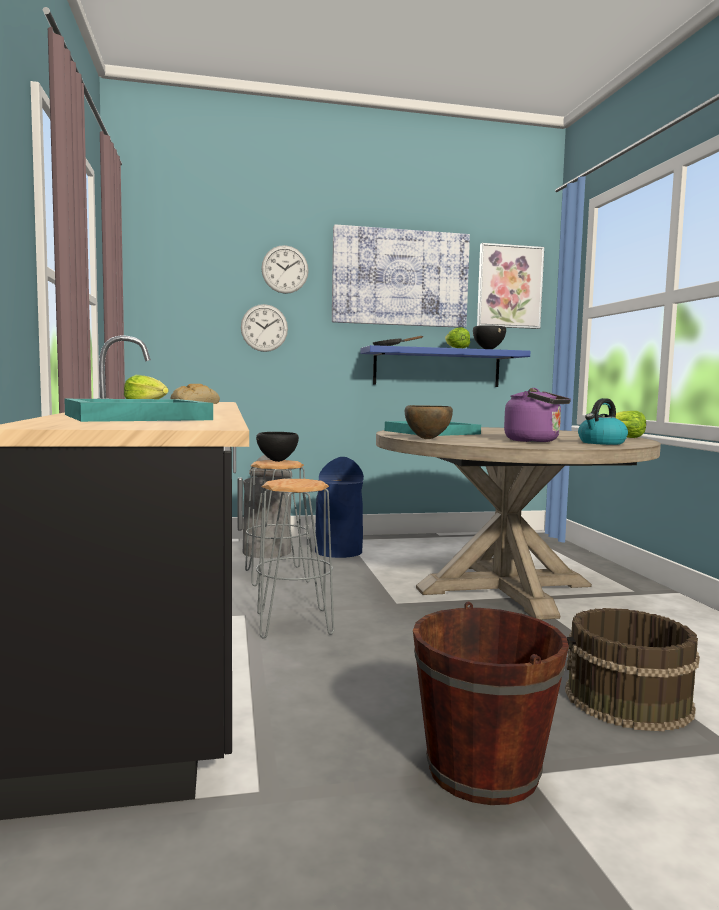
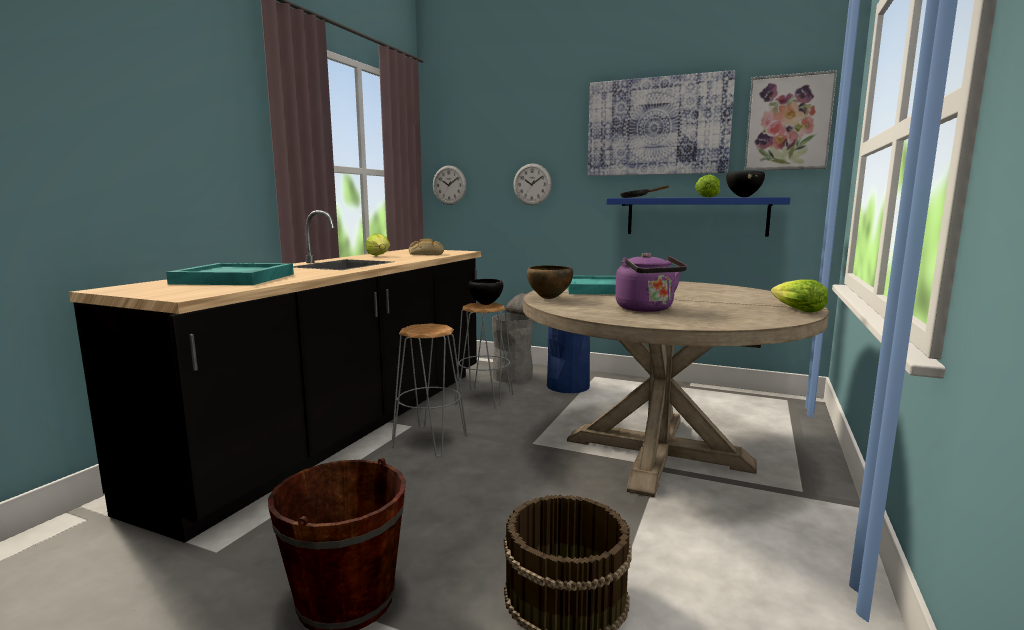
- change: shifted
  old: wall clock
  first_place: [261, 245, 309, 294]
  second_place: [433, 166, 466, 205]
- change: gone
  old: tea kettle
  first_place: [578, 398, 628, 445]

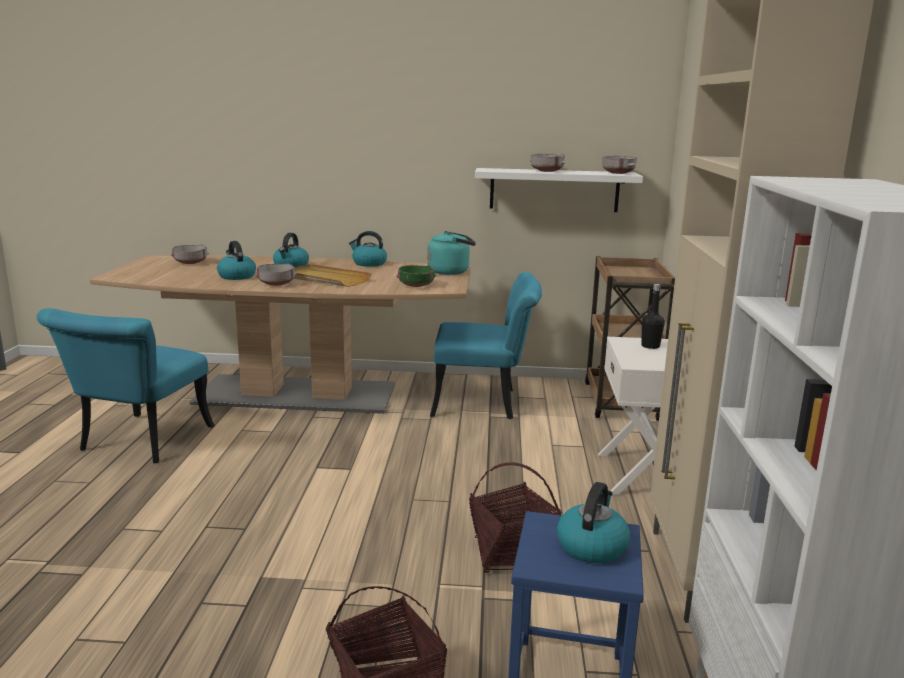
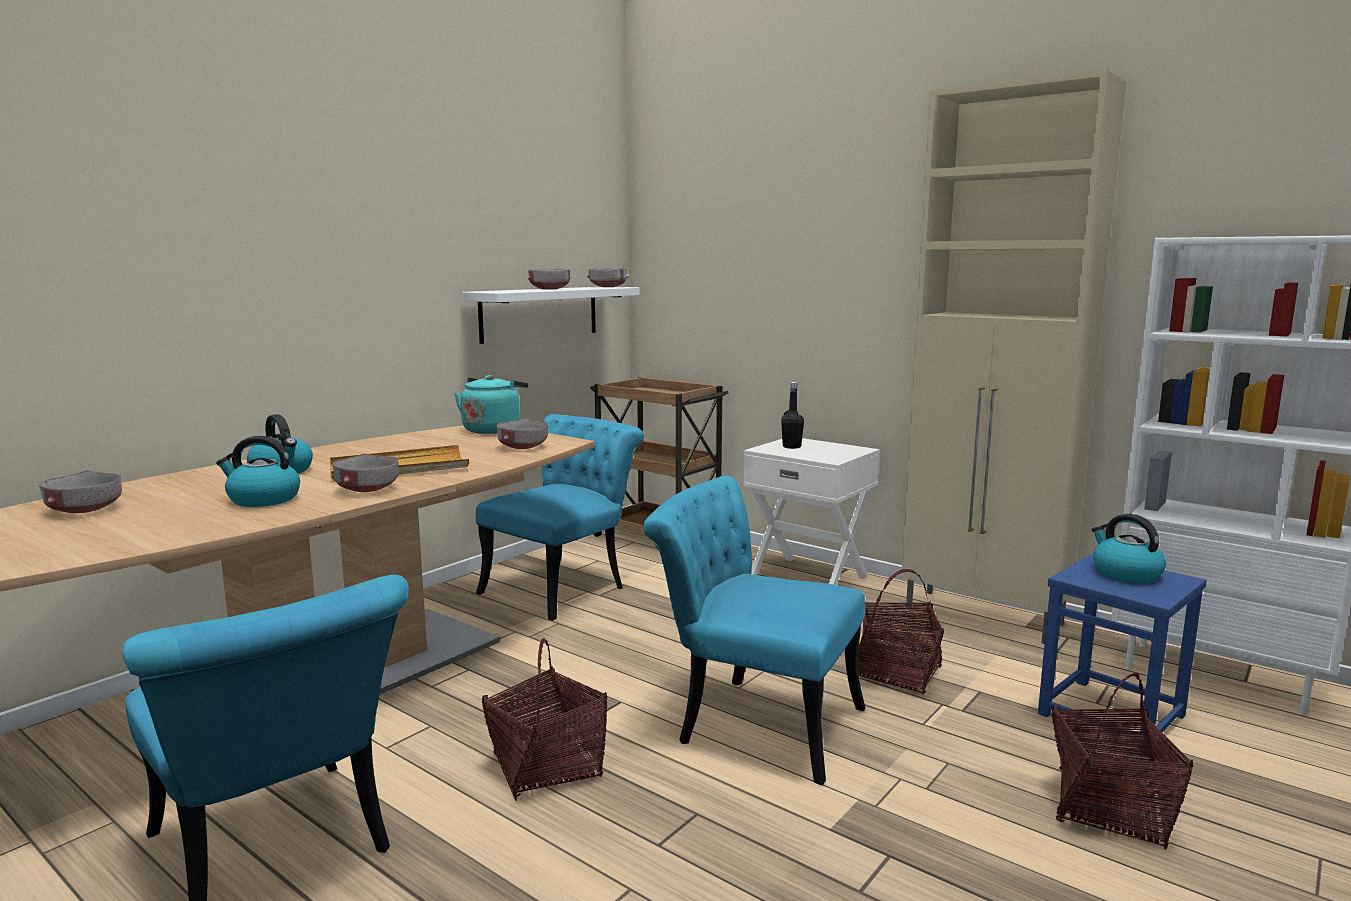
- change: gone
  old: tea kettle
  first_place: [349, 231, 387, 267]
- change: repainted
  old: green-coloured deep dish
  new: greyish deep dish
  first_place: [397, 265, 437, 287]
  second_place: [496, 418, 548, 449]
- change: new
  new: household basket
  second_place: [482, 638, 607, 801]
- change: new
  new: turquoise-coloured chair
  second_place: [643, 476, 866, 785]

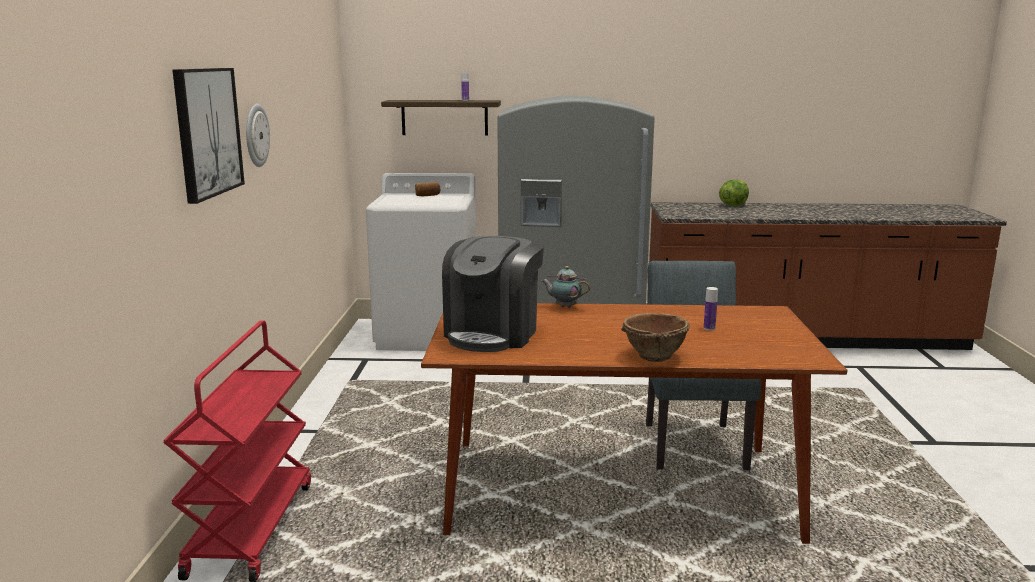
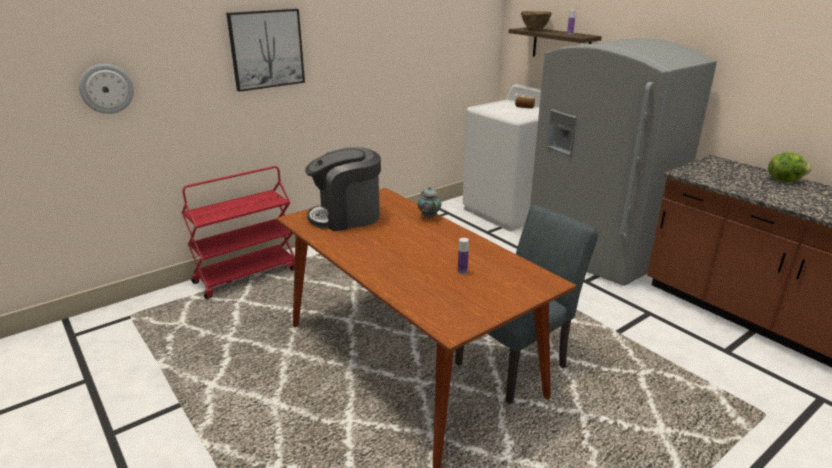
- change: shifted
  old: wall clock
  first_place: [246, 104, 270, 167]
  second_place: [79, 64, 134, 114]
- change: shifted
  old: brown-coloured deep dish
  first_place: [621, 313, 690, 362]
  second_place: [521, 11, 552, 30]

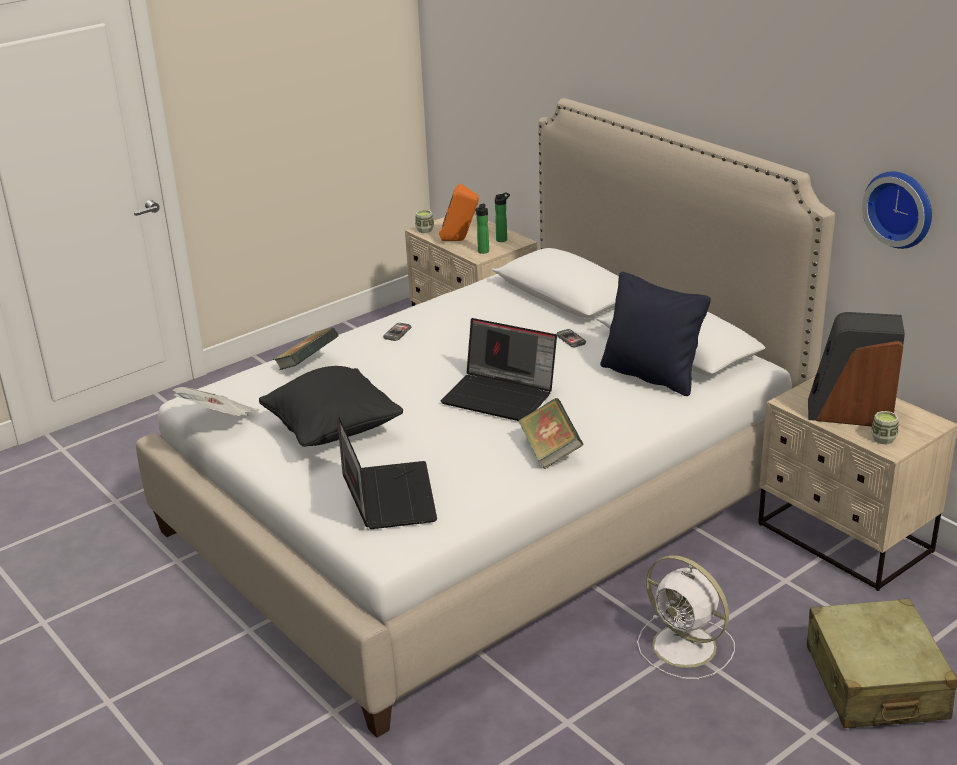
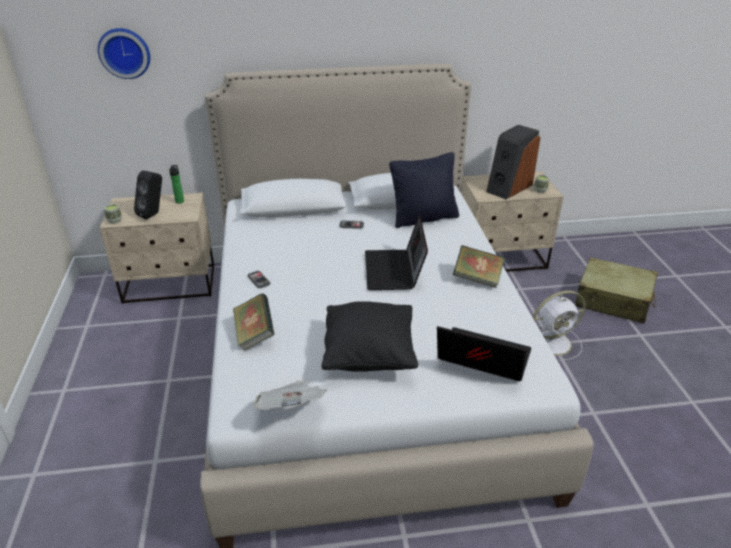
- change: repainted
  old: orange loudspeaker
  new: black-coloured loudspeaker
  first_place: [439, 184, 479, 241]
  second_place: [134, 170, 162, 220]
- change: rotated
  old: portable computer
  first_place: [440, 318, 557, 421]
  second_place: [365, 215, 428, 290]
  degrees: 120
- change: gone
  old: bottle
  first_place: [475, 203, 489, 254]
- change: shifted
  old: wall clock
  first_place: [862, 171, 932, 249]
  second_place: [98, 28, 150, 79]

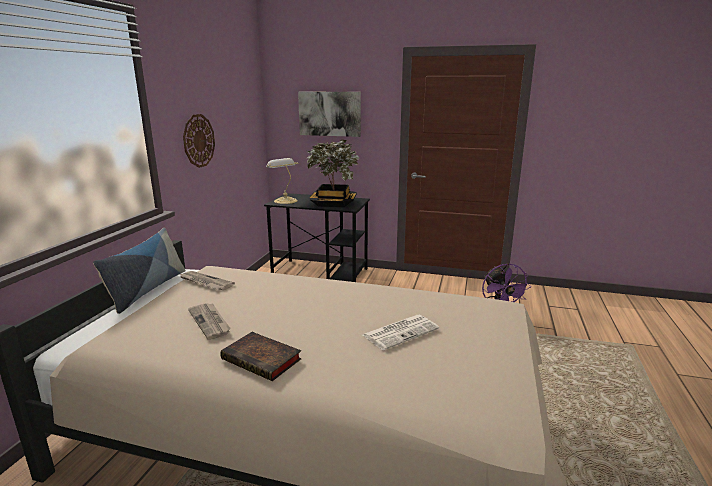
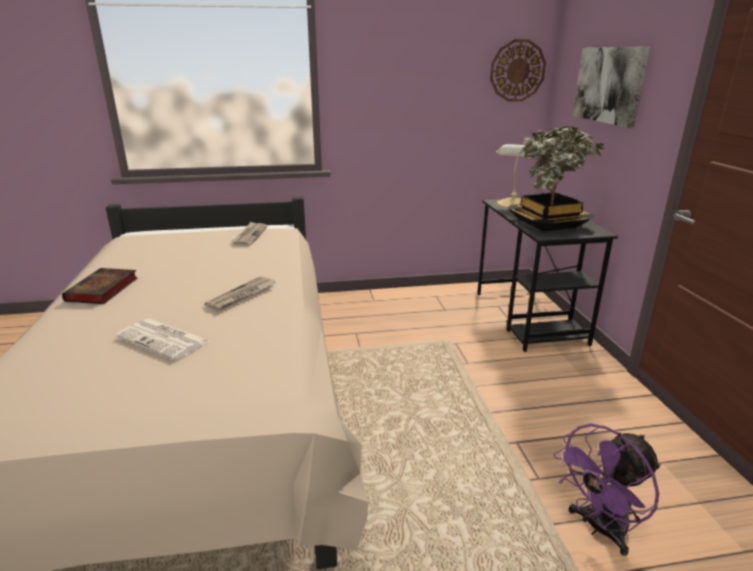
- change: gone
  old: cushion
  first_place: [93, 228, 185, 314]
- change: shifted
  old: wall clock
  first_place: [183, 114, 215, 168]
  second_place: [490, 39, 546, 102]
- change: shifted
  old: printed paper
  first_place: [188, 303, 231, 340]
  second_place: [205, 276, 275, 311]

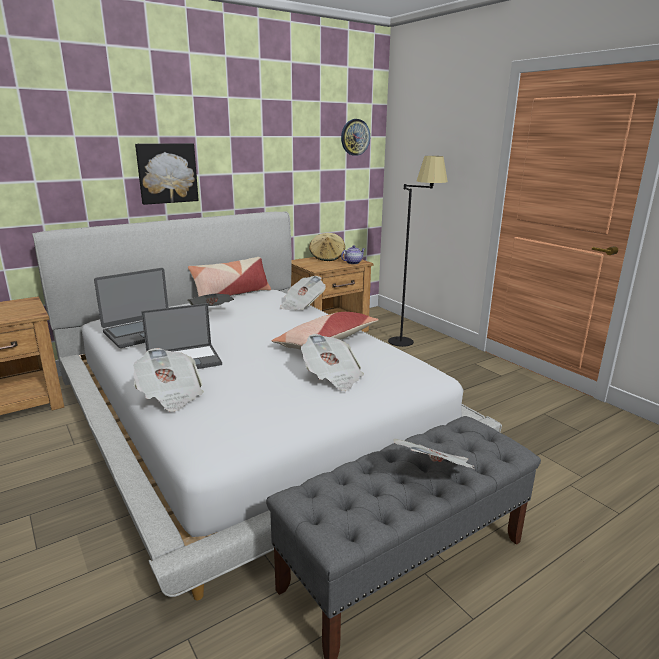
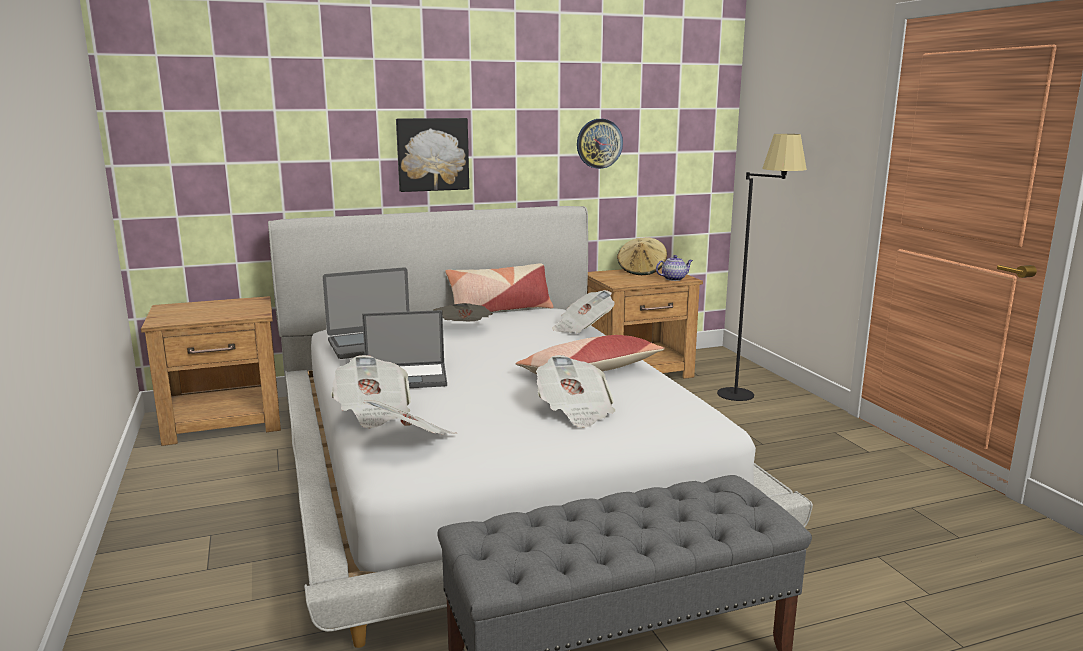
- change: shifted
  old: wall clock
  first_place: [341, 119, 370, 156]
  second_place: [577, 119, 623, 169]
- change: shifted
  old: printed paper
  first_place: [393, 439, 475, 469]
  second_place: [363, 400, 457, 435]

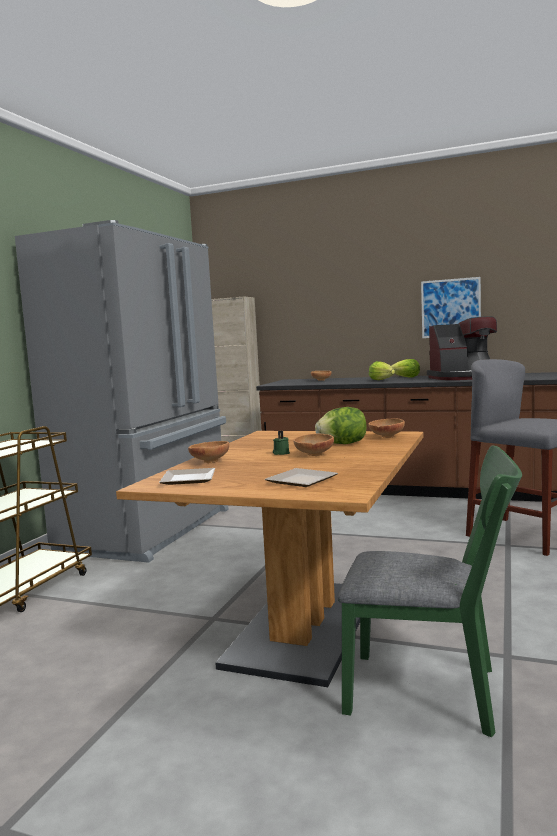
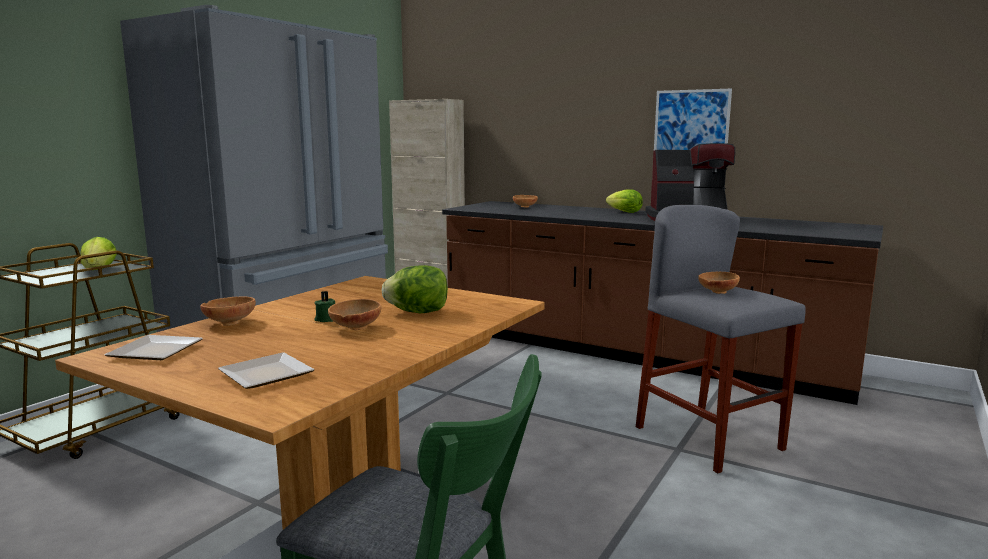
- change: shifted
  old: brown-coloured deep dish
  first_place: [368, 418, 405, 438]
  second_place: [698, 272, 740, 294]
- change: shifted
  old: lettuce
  first_place: [369, 361, 395, 380]
  second_place: [81, 237, 117, 270]

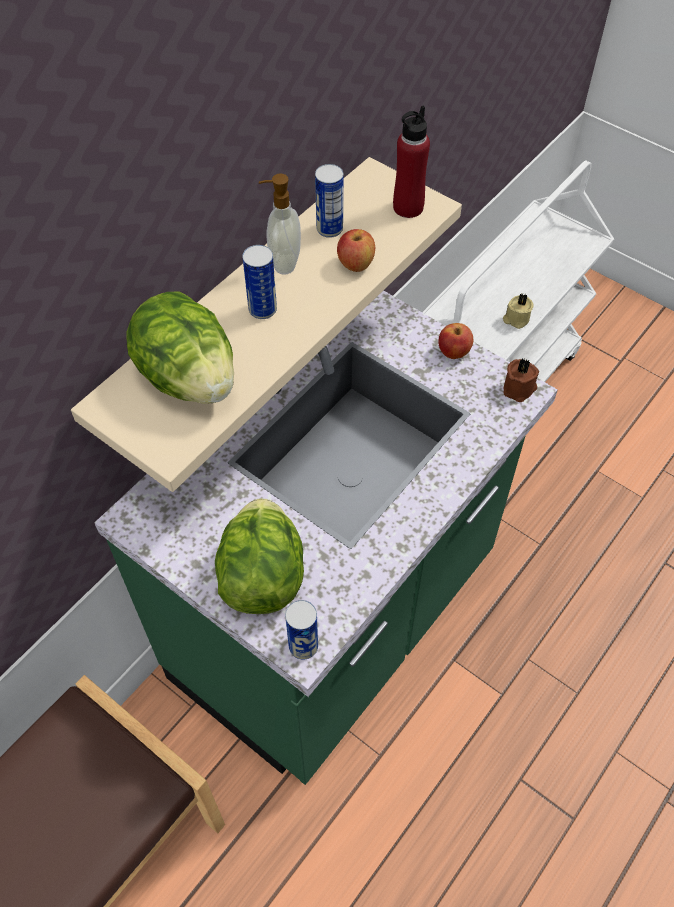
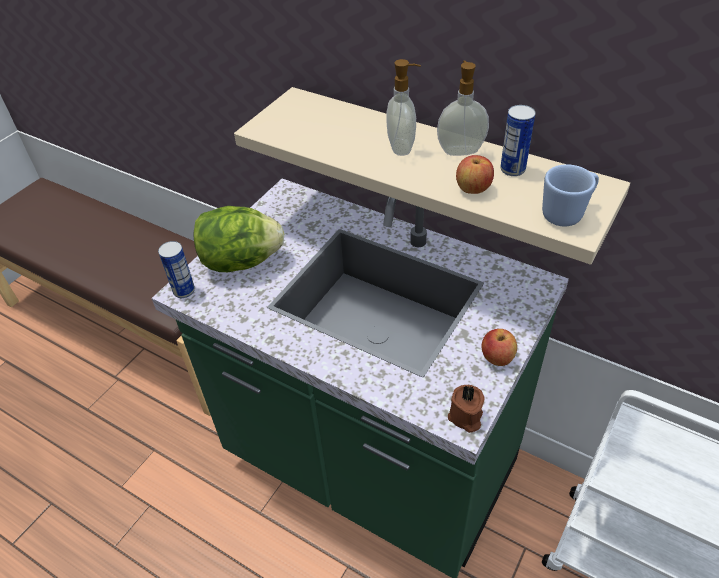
- change: gone
  old: lettuce
  first_place: [126, 292, 234, 404]
- change: swapped
  old: can
  new: liquid soap bottle
  first_place: [242, 245, 277, 319]
  second_place: [386, 59, 421, 156]
- change: swapped
  old: red bottle
  new: blue coffee mug
  first_place: [393, 106, 430, 218]
  second_place: [542, 164, 599, 226]
- change: gone
  old: sand-coloured wax candle
  first_place: [503, 294, 533, 329]

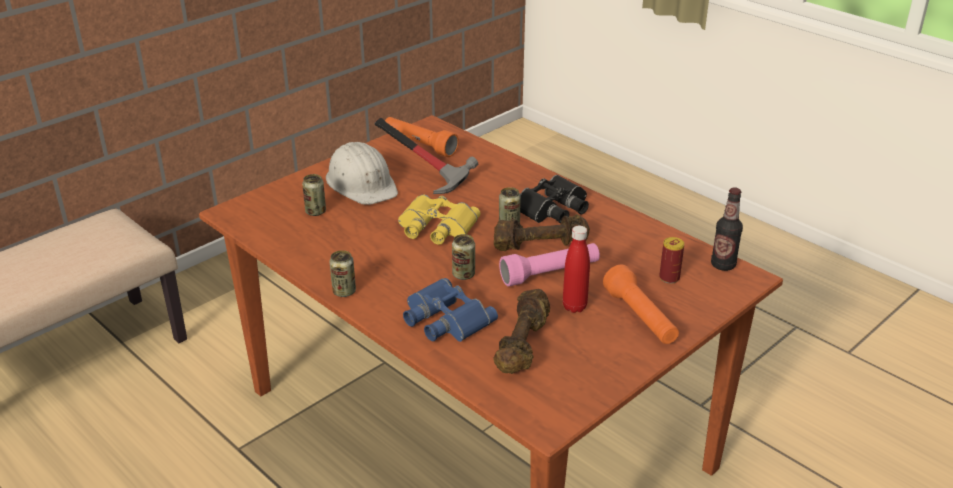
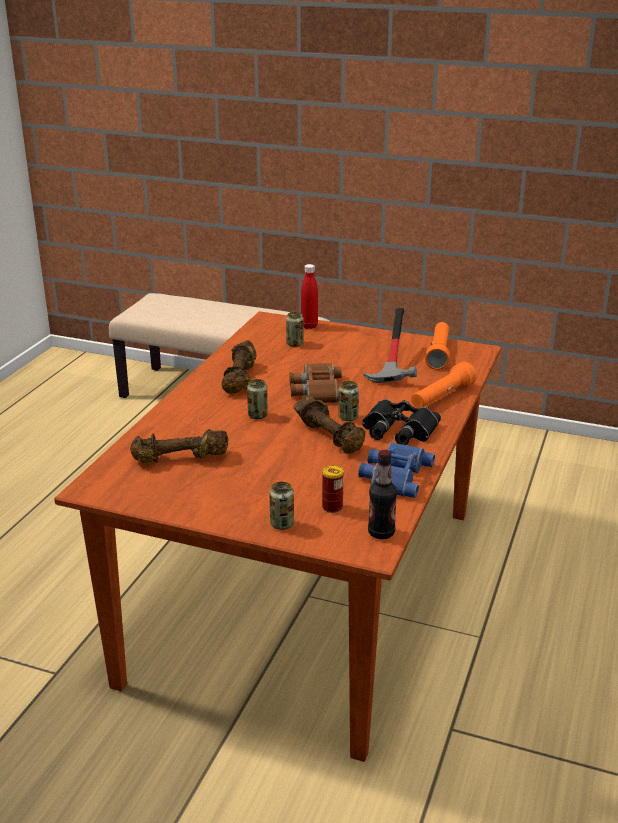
- change: gone
  old: white safety helmet
  first_place: [326, 142, 398, 205]
- change: shifted
  old: can
  first_place: [330, 250, 356, 297]
  second_place: [269, 482, 294, 530]
- change: repainted
  old: yellowish field glasses
  new: brown-coloured field glasses
  first_place: [398, 194, 481, 245]
  second_place: [289, 363, 342, 403]
- change: shifted
  old: blue field glasses
  first_place: [403, 278, 498, 342]
  second_place: [358, 442, 435, 498]
- change: gone
  old: pinkish torch
  first_place: [499, 243, 600, 287]
- change: shifted
  old: red bottle
  first_place: [563, 226, 590, 313]
  second_place: [301, 264, 318, 329]
- change: shifted
  old: orange torch
  first_place: [603, 265, 679, 344]
  second_place: [411, 362, 477, 408]
- change: new
  new: brown-coloured free weight
  second_place: [221, 340, 256, 394]

